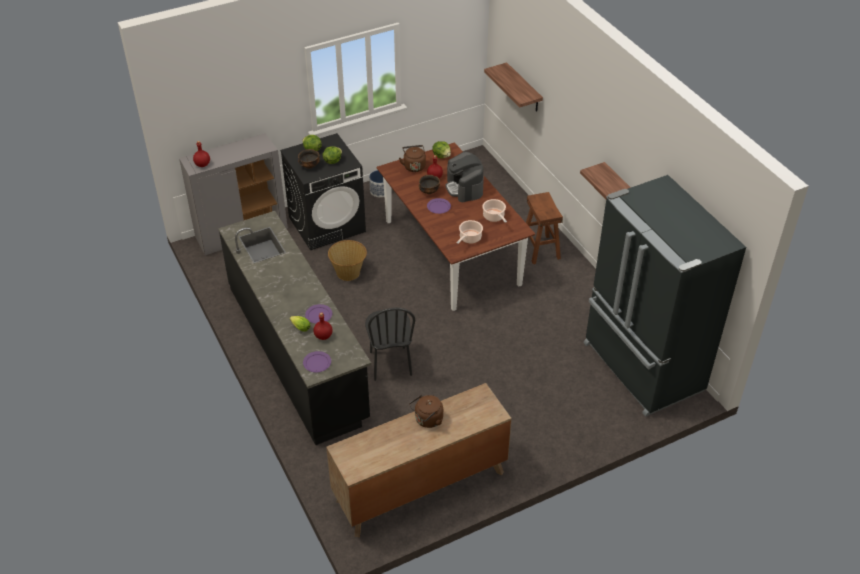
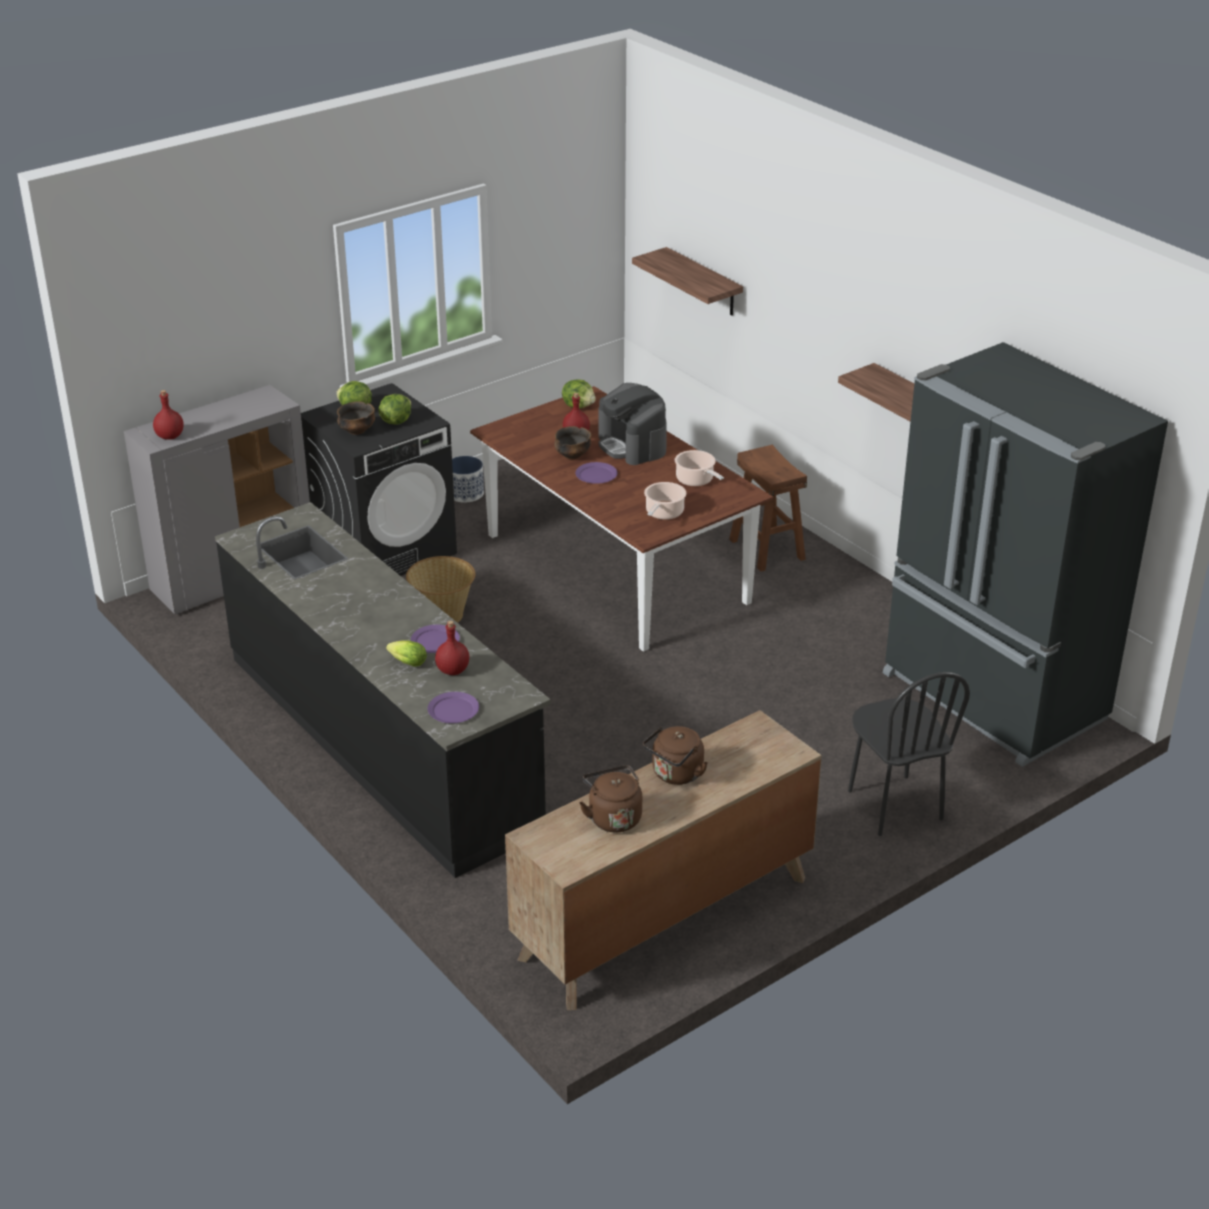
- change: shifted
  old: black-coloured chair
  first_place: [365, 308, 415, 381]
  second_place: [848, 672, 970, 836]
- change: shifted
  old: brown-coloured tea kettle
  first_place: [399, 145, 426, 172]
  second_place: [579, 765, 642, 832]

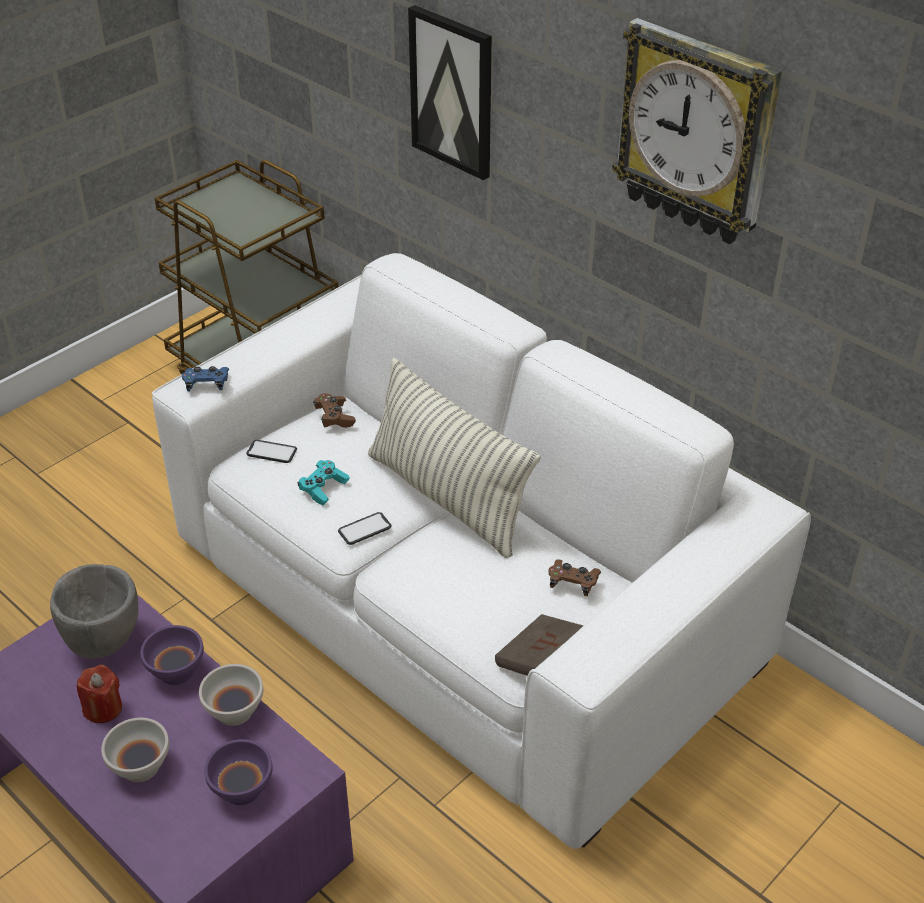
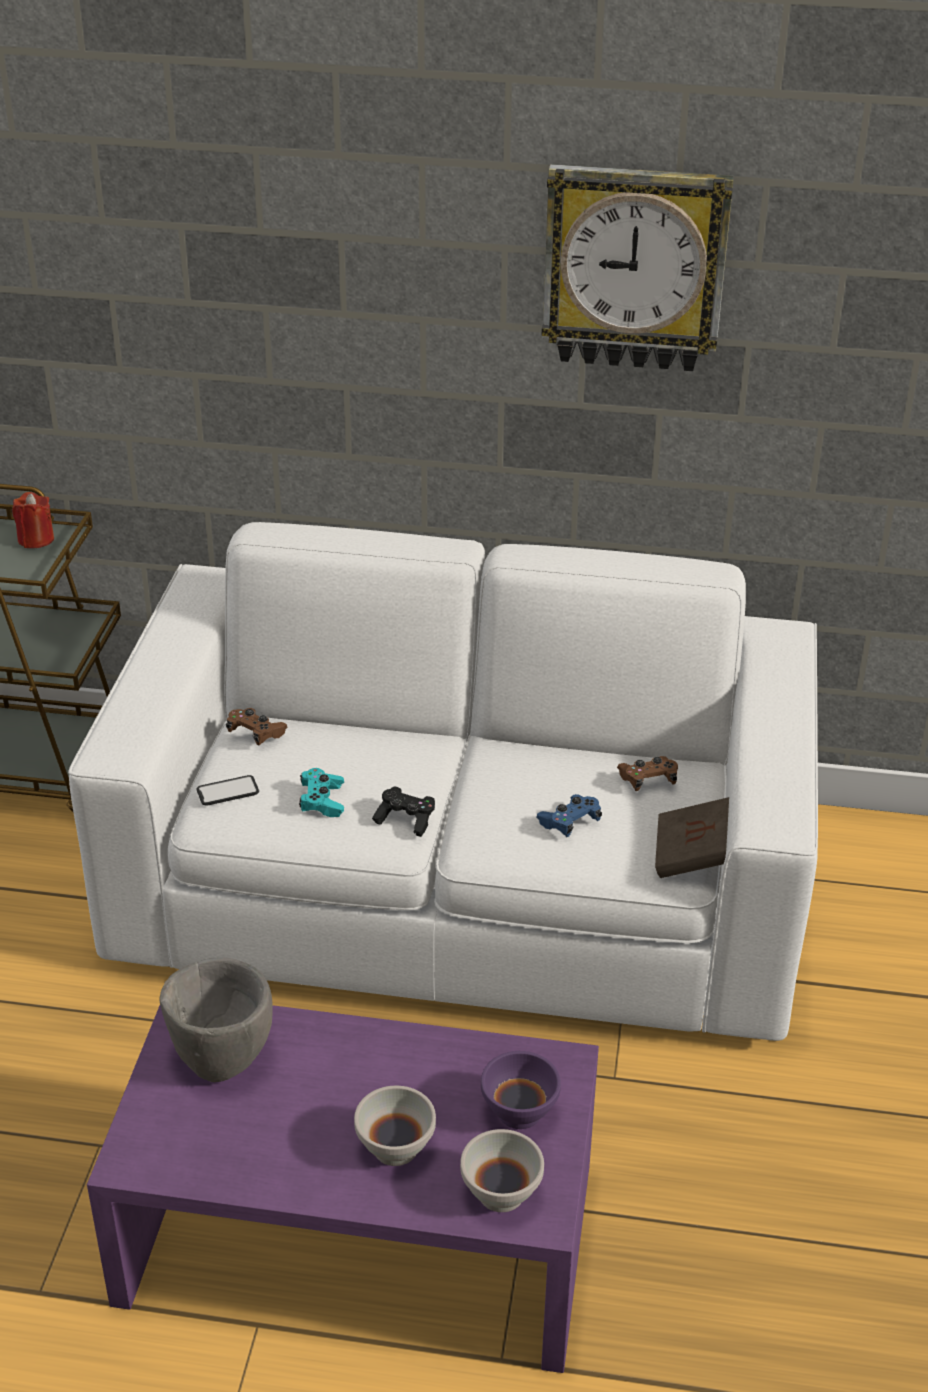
- change: shifted
  old: red wax candle
  first_place: [77, 665, 122, 723]
  second_place: [12, 492, 54, 548]
- change: gone
  old: purple deep dish
  first_place: [140, 625, 204, 685]
- change: shifted
  old: blue joypad
  first_place: [182, 366, 229, 391]
  second_place: [536, 794, 602, 837]
- change: shifted
  old: white deep dish
  first_place: [199, 664, 263, 726]
  second_place: [460, 1129, 544, 1212]
- change: swapped
  old: phone
  new: black-coloured joypad
  first_place: [338, 512, 392, 545]
  second_place: [372, 787, 435, 837]
- change: gone
  old: cushion
  first_place: [368, 358, 540, 558]
- change: gone
  old: wall art
  first_place: [408, 5, 492, 180]

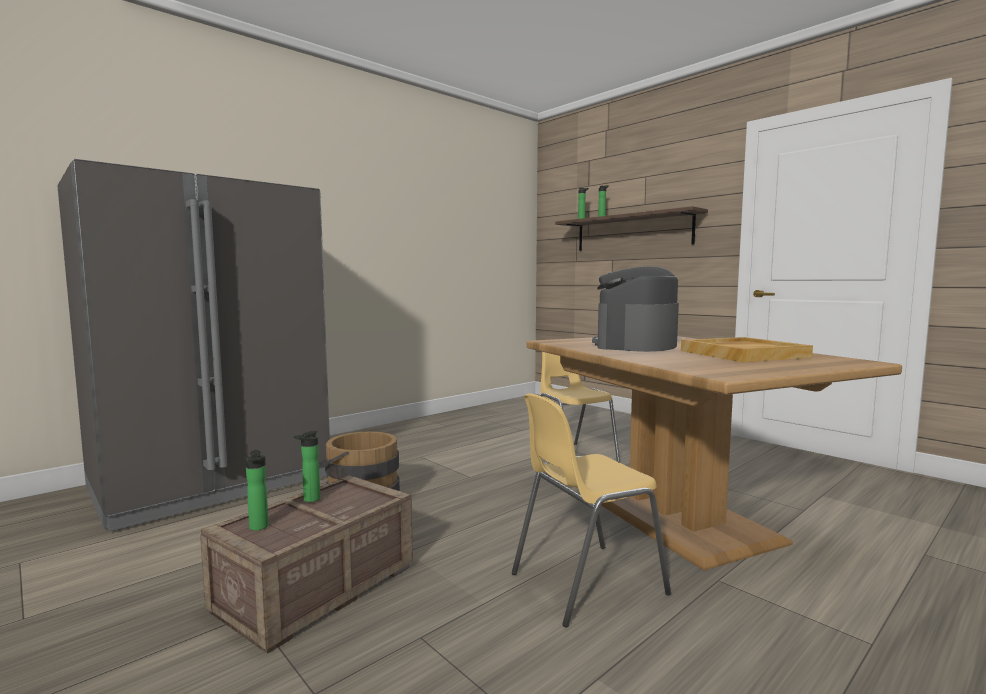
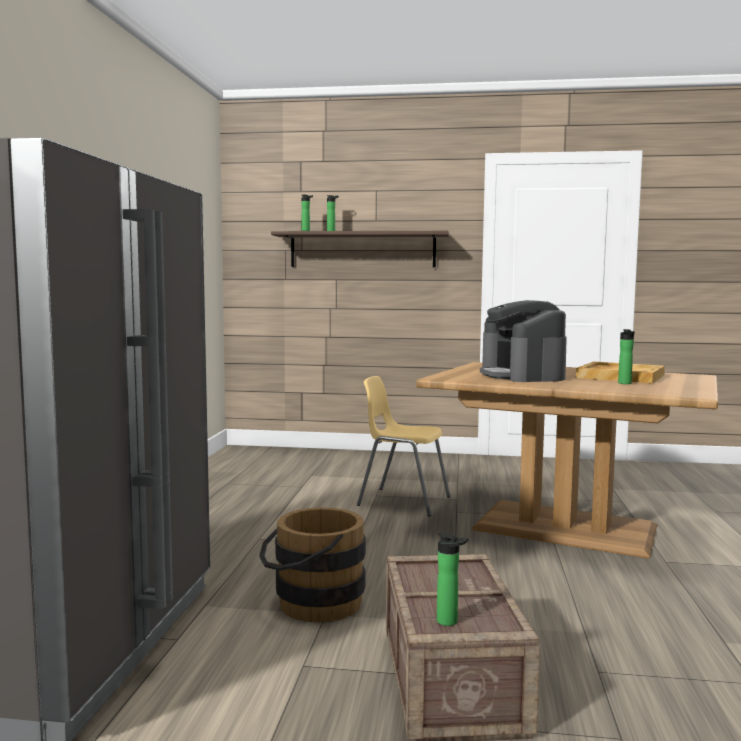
- change: shifted
  old: bottle
  first_place: [294, 431, 320, 502]
  second_place: [618, 329, 635, 384]
- change: gone
  old: yellowish chair
  first_place: [512, 393, 671, 627]

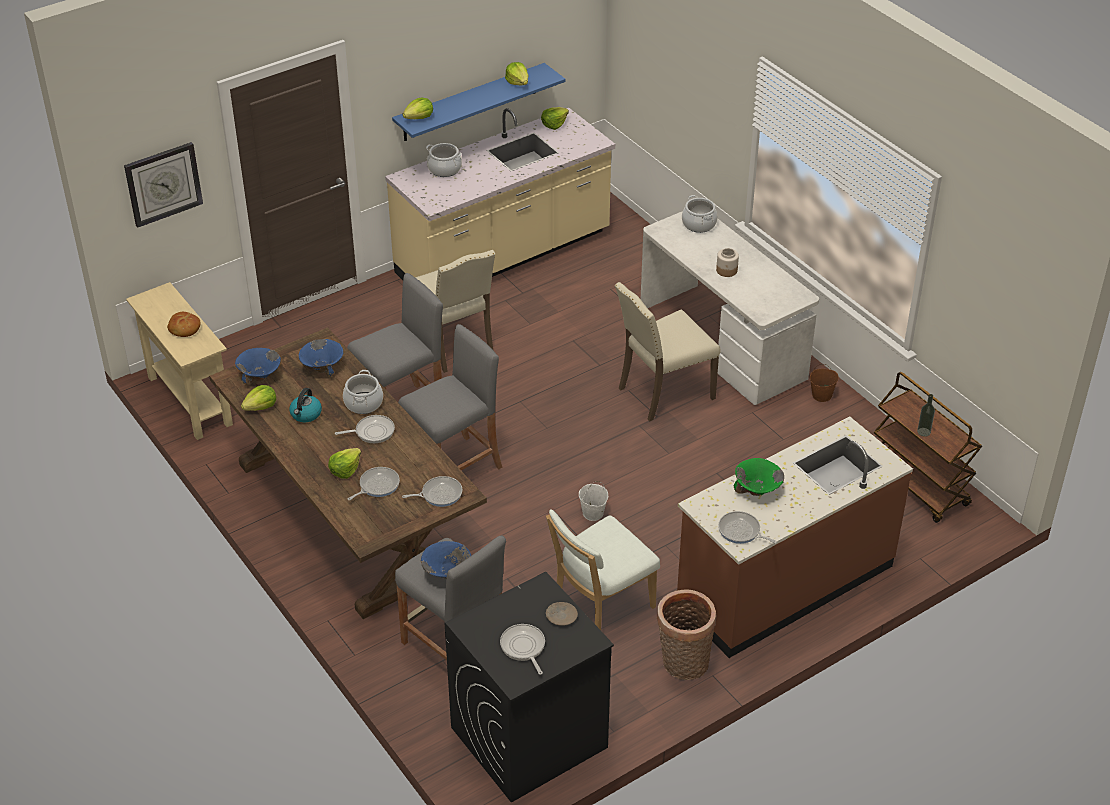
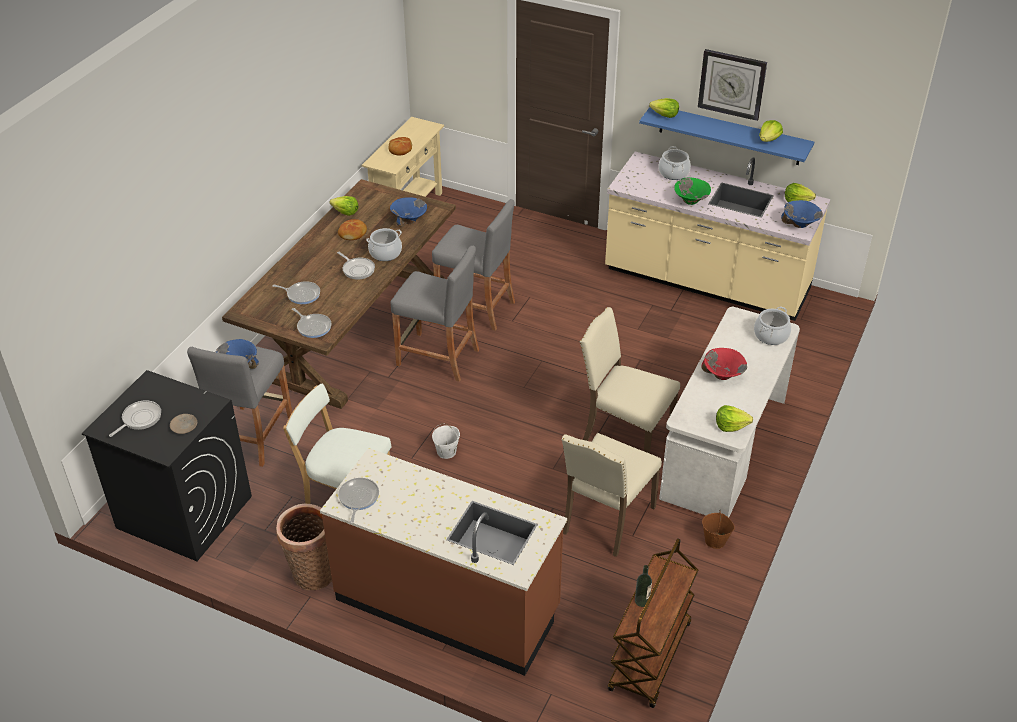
- change: shifted
  old: wall clock
  first_place: [124, 142, 203, 227]
  second_place: [698, 49, 767, 121]
- change: shifted
  old: blue deep dish
  first_place: [235, 348, 281, 385]
  second_place: [781, 200, 823, 228]
- change: swapped
  old: tea kettle
  new: bakery bread
  first_place: [289, 388, 322, 422]
  second_place: [338, 219, 367, 240]
- change: shifted
  old: lettuce
  first_place: [328, 448, 361, 479]
  second_place: [716, 405, 753, 432]
- change: shifted
  old: sand-coloured chair
  first_place: [415, 250, 495, 373]
  second_place: [562, 433, 662, 557]
- change: swapped
  old: storage jar
  new: red deep dish
  first_place: [716, 248, 739, 277]
  second_place: [701, 348, 747, 380]
- change: shifted
  old: green-coloured deep dish
  first_place: [734, 458, 784, 496]
  second_place: [674, 177, 711, 205]

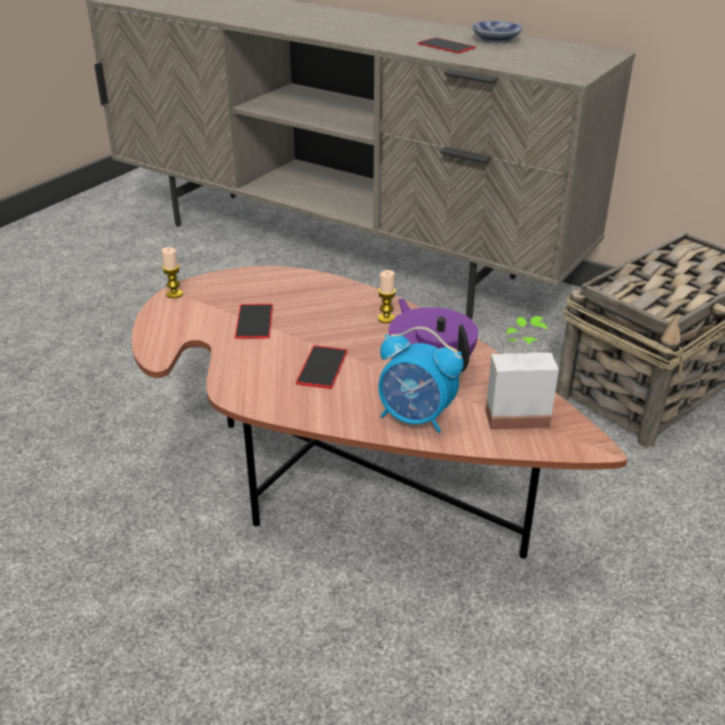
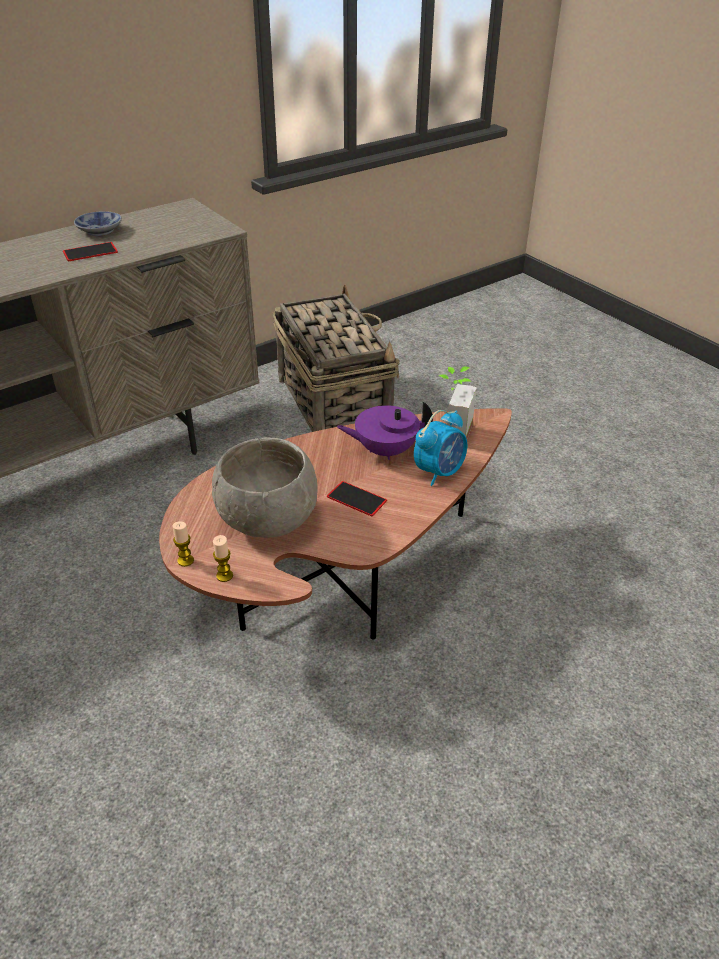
- change: swapped
  old: phone
  new: greyish deep dish
  first_place: [235, 304, 273, 339]
  second_place: [212, 437, 318, 538]
- change: shifted
  old: wax candle
  first_place: [378, 270, 396, 323]
  second_place: [213, 535, 233, 582]

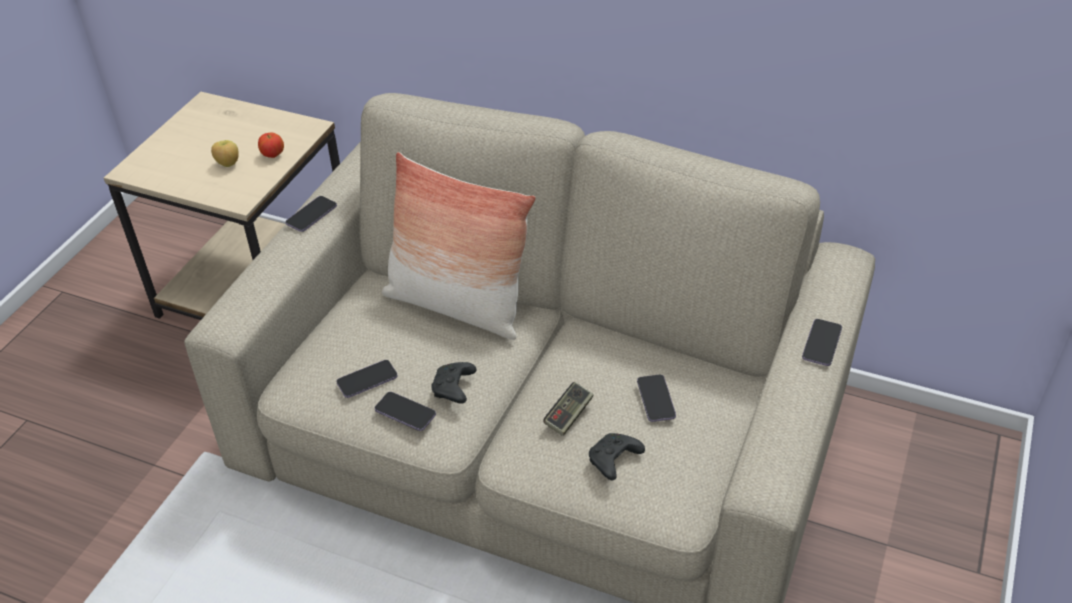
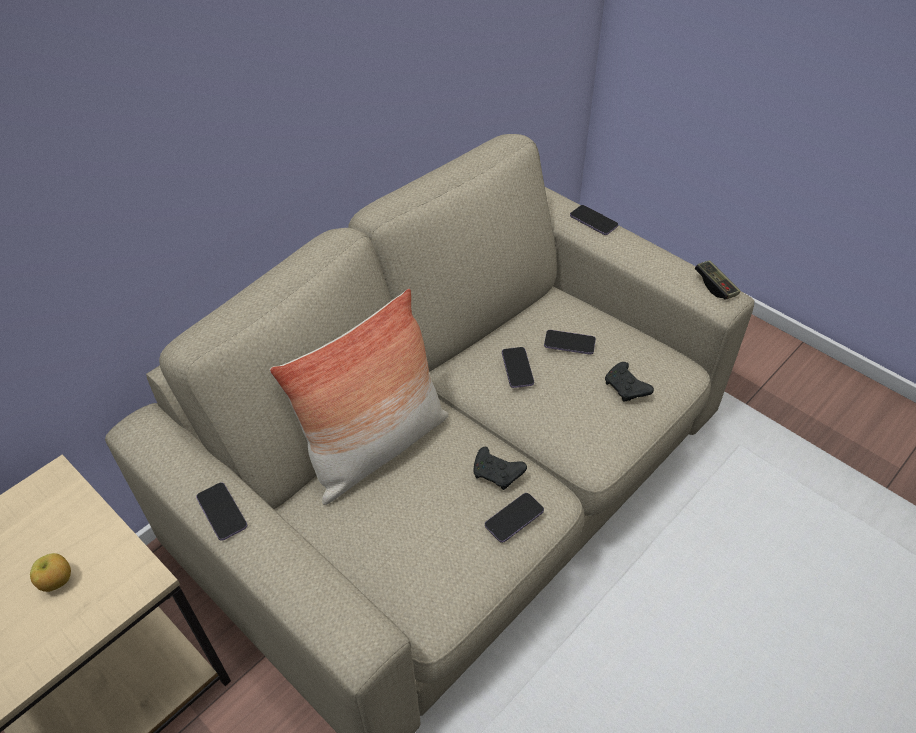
- change: gone
  old: apple fruit
  first_place: [258, 133, 284, 158]
- change: shifted
  old: phone
  first_place: [337, 360, 398, 398]
  second_place: [502, 347, 534, 388]
- change: shifted
  old: joypad
  first_place: [543, 382, 594, 436]
  second_place: [695, 260, 741, 300]

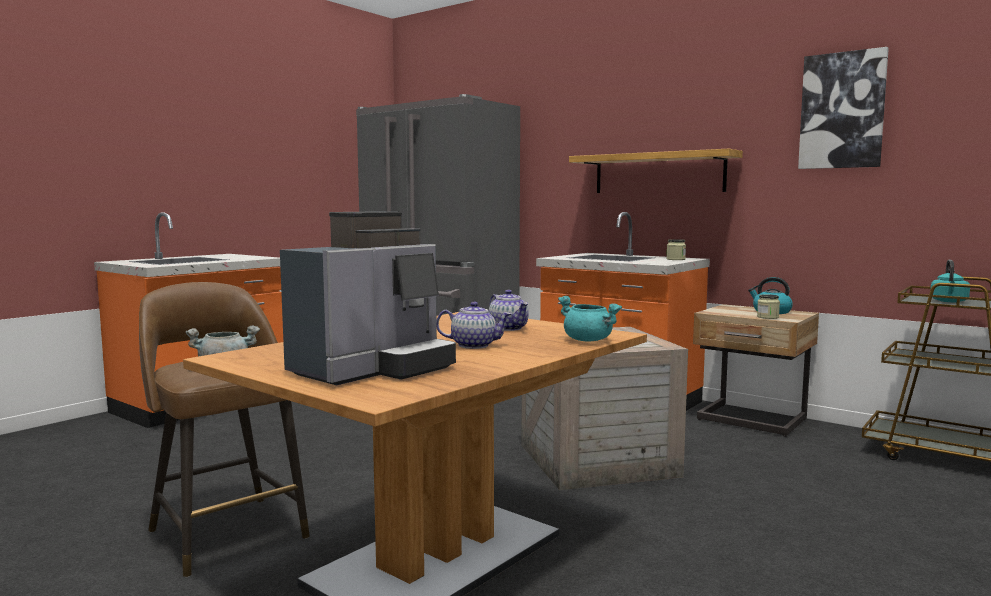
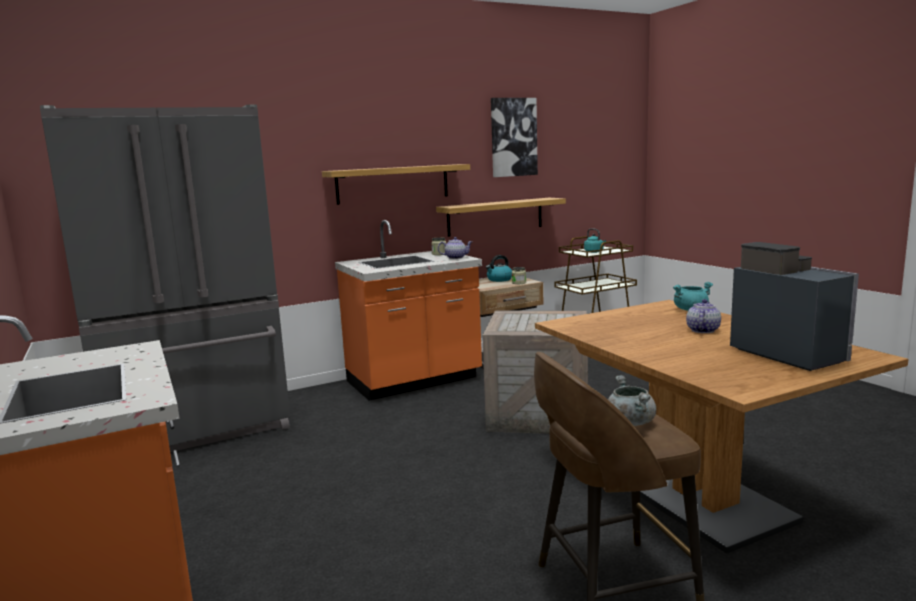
- change: shifted
  old: pot for tea
  first_place: [489, 290, 529, 331]
  second_place: [438, 237, 472, 259]
- change: new
  new: shelf
  second_place: [436, 198, 566, 237]

